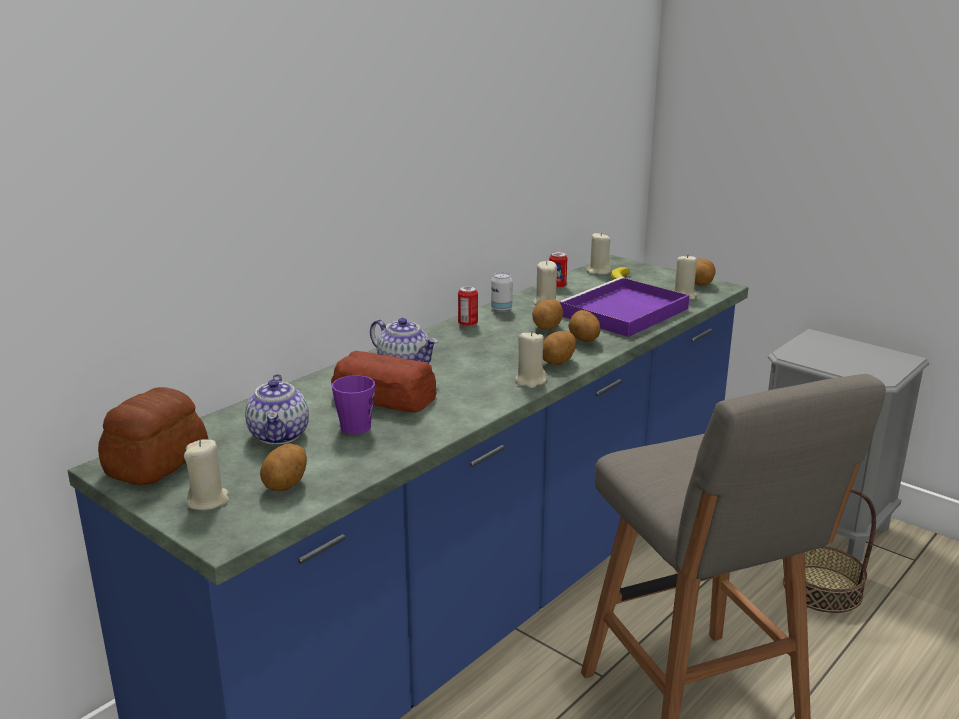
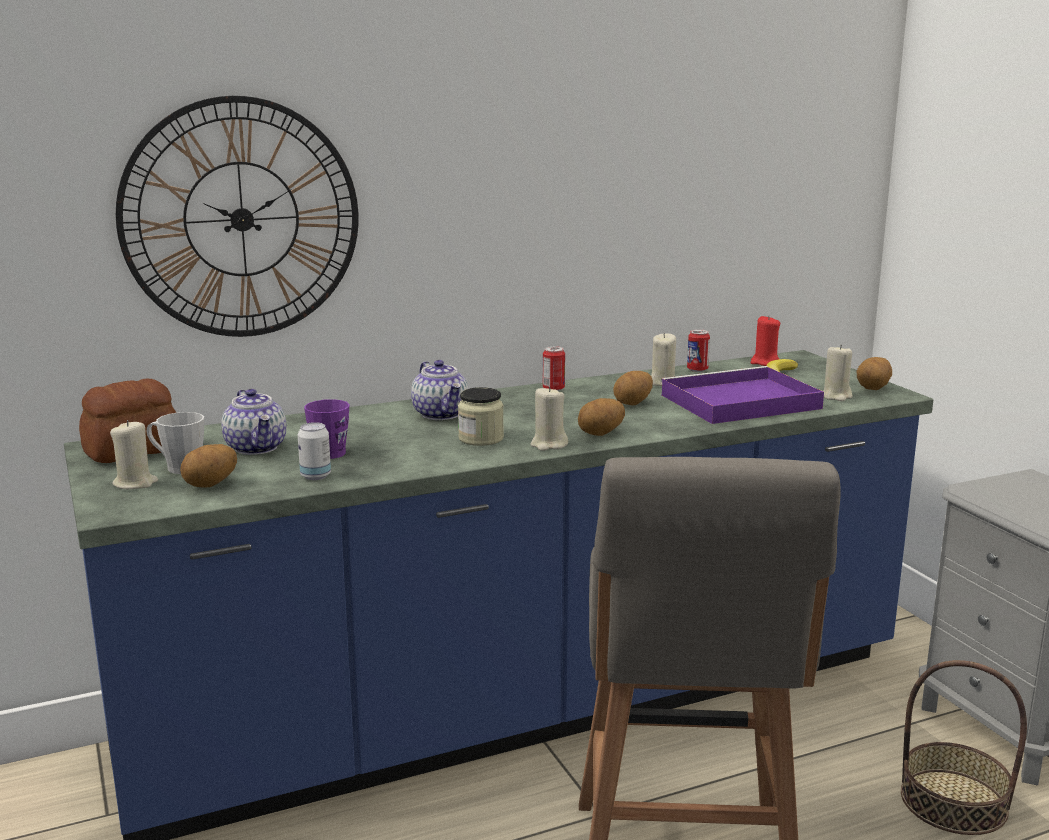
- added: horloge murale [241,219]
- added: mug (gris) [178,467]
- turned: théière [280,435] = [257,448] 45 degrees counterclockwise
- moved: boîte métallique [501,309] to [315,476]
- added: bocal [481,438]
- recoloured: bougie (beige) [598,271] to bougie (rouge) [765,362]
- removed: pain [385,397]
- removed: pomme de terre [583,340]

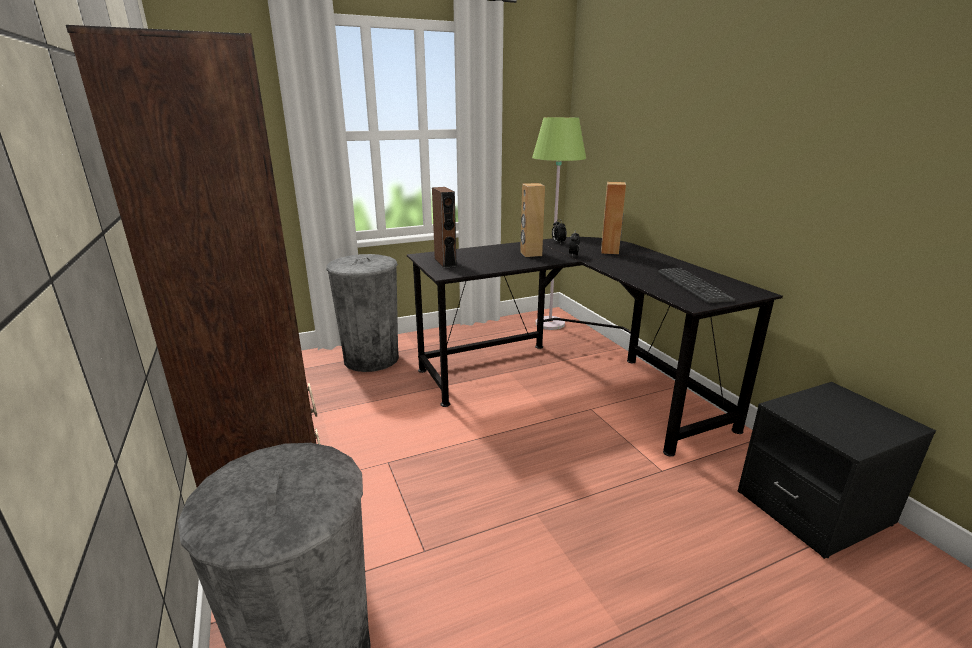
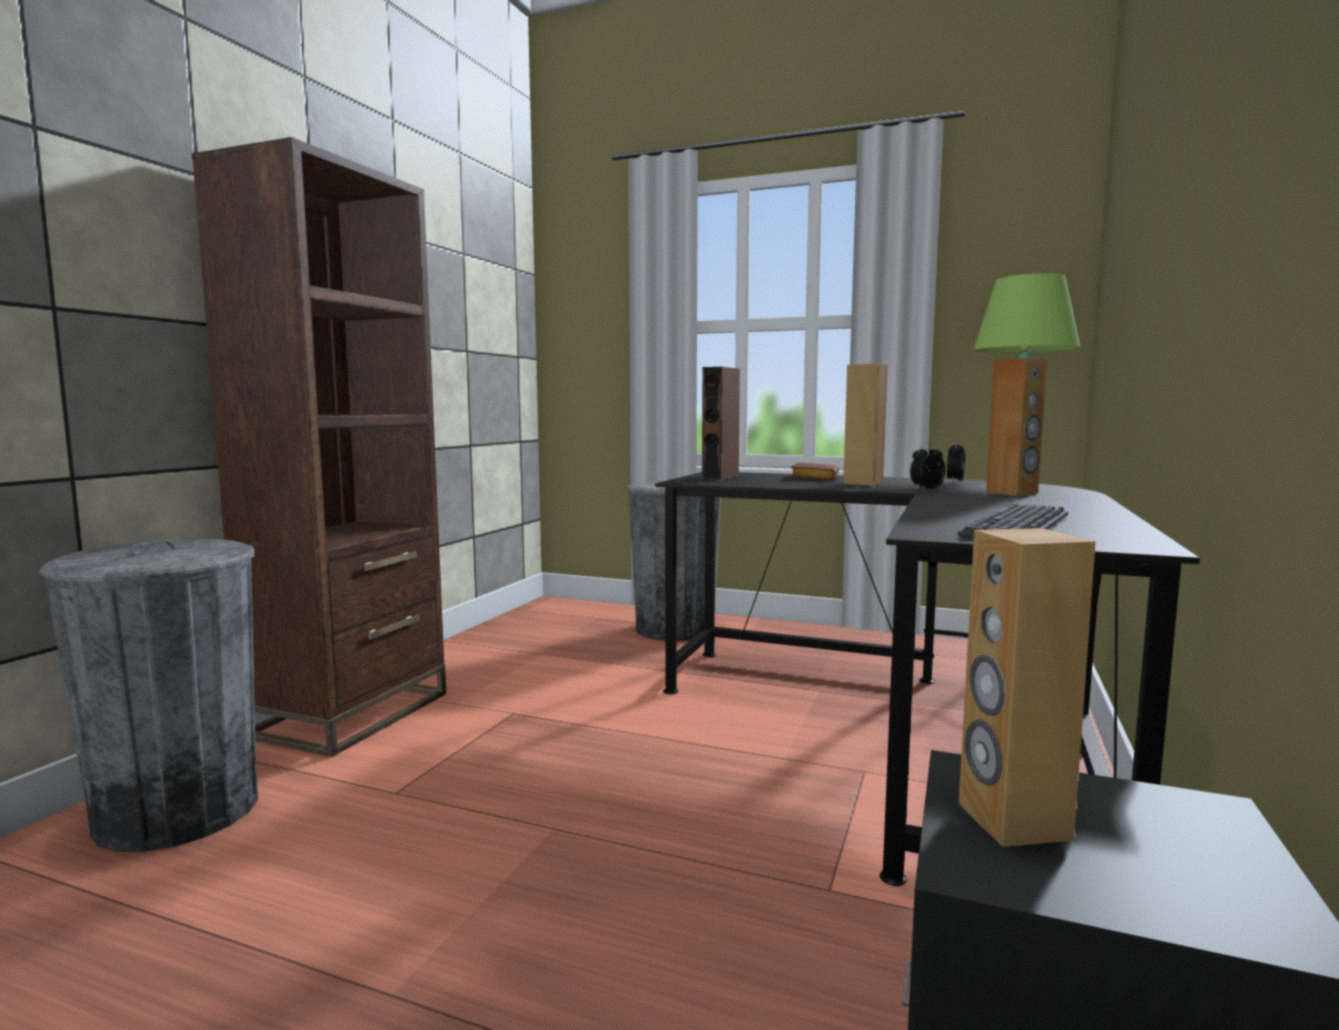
- added: livre (marron) [812,477]
- added: enceinte (marron) [1012,821]

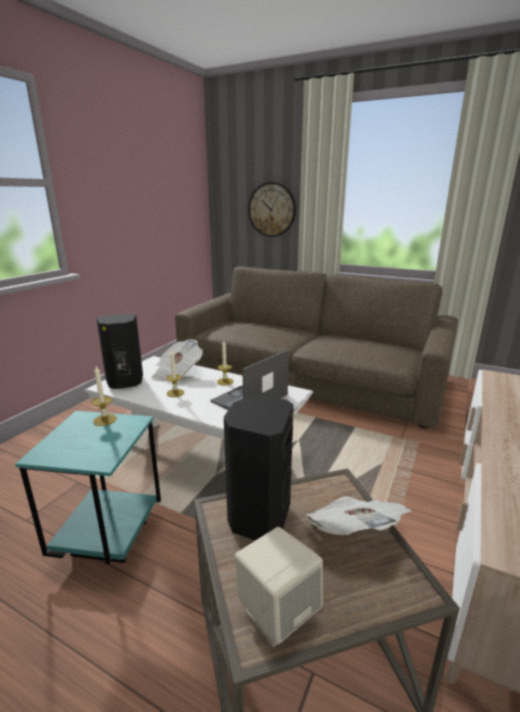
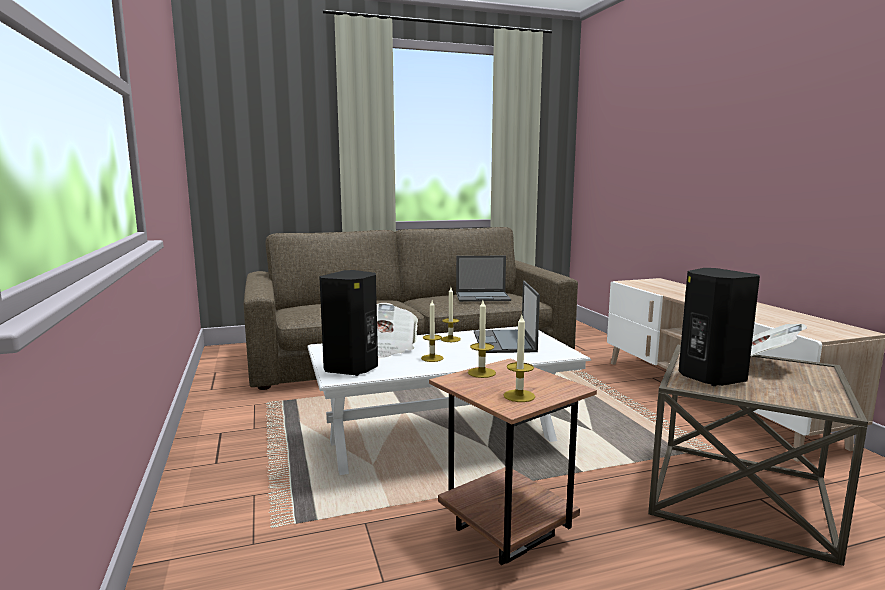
- recoloured: table d'appoint (turquoise) [108,539] to table d'appoint (marron) [504,534]
- added: ordinateur portable [483,297]
- added: bougie [519,396]
- removed: enceinte (beige) [277,611]
- removed: horloge murale [272,209]

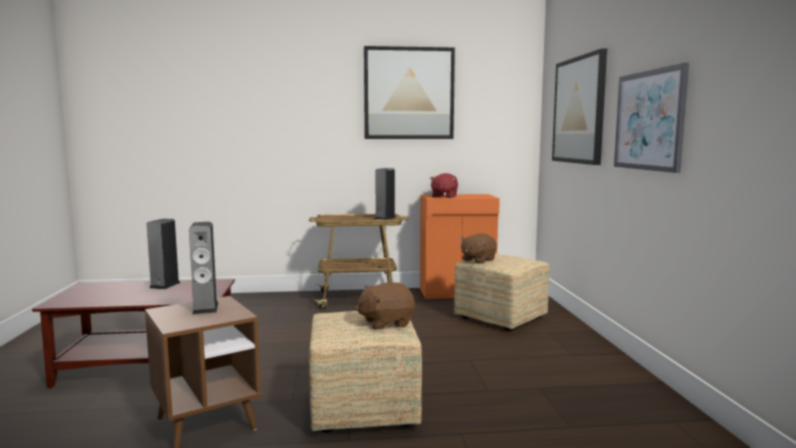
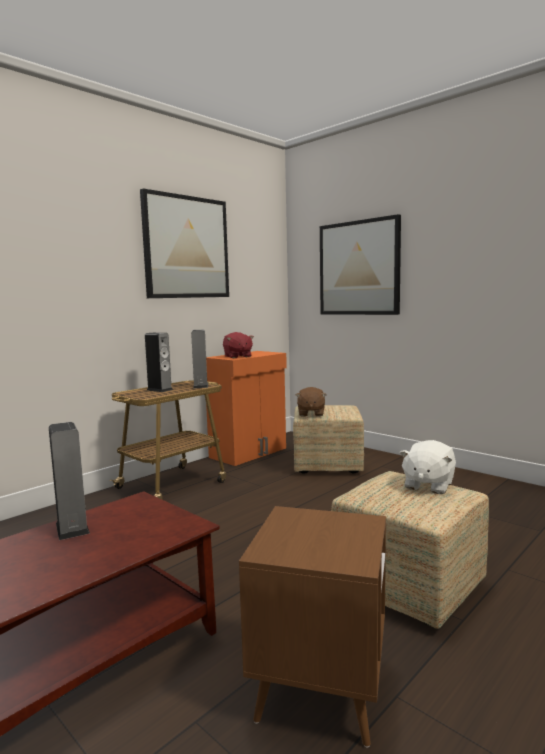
- moved: enceinte [205,308] to [159,390]
- recoloured: peluche (marron) [386,323] to peluche (blanc) [428,485]
- removed: tableau [649,120]

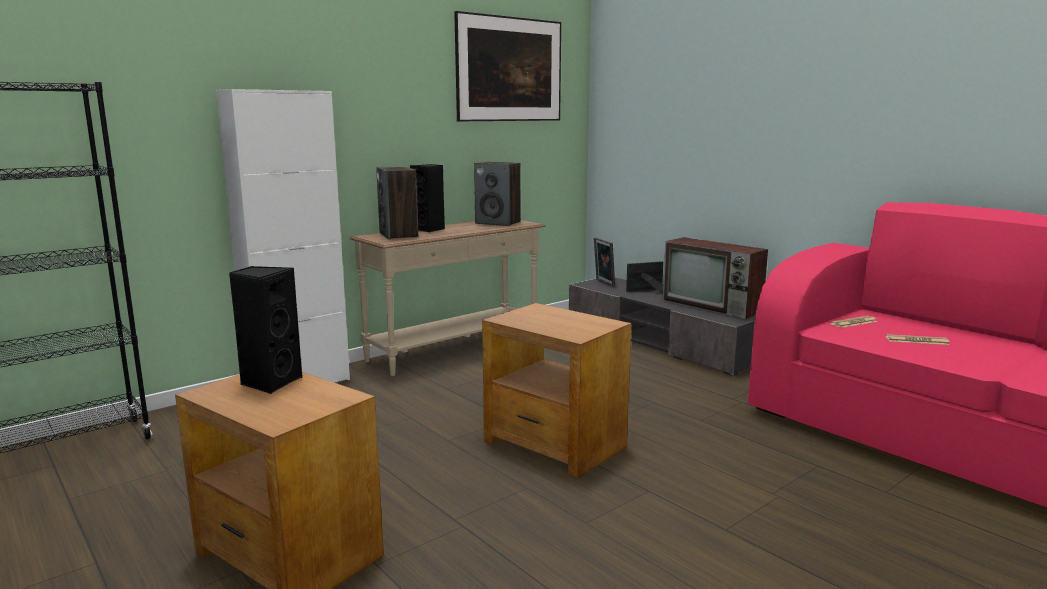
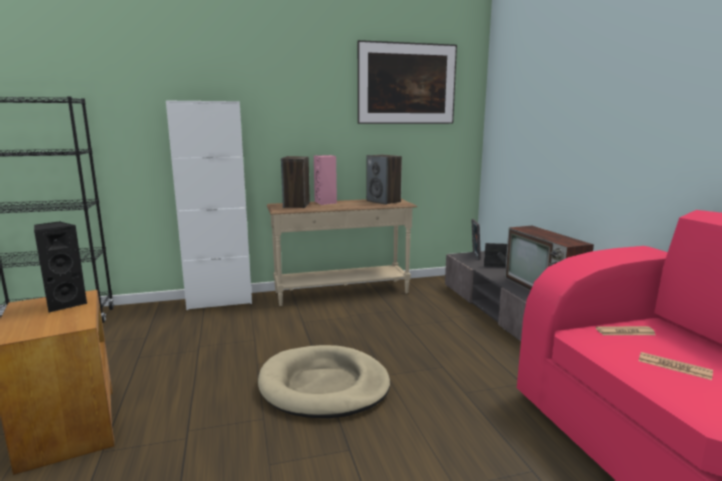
- replaced: table d'appoint (marron) [555,444] to panier pour chien (beige) [324,386]
- recoloured: enceinte (noir) [429,229] to enceinte (rose) [326,203]

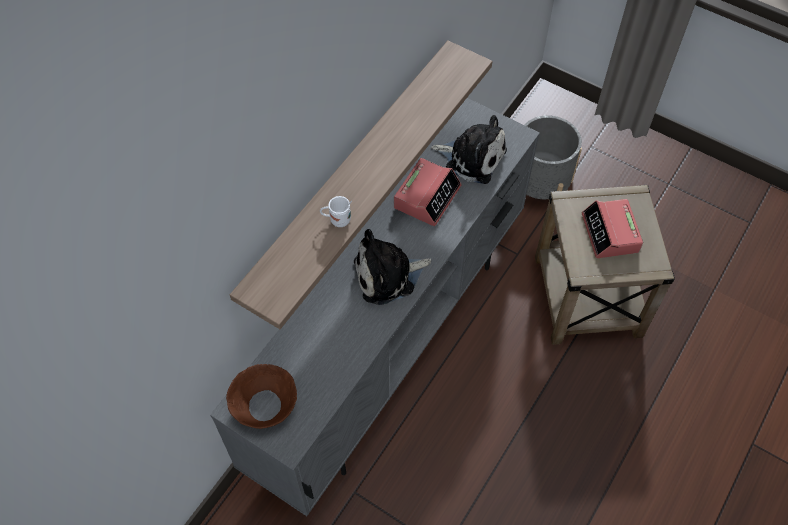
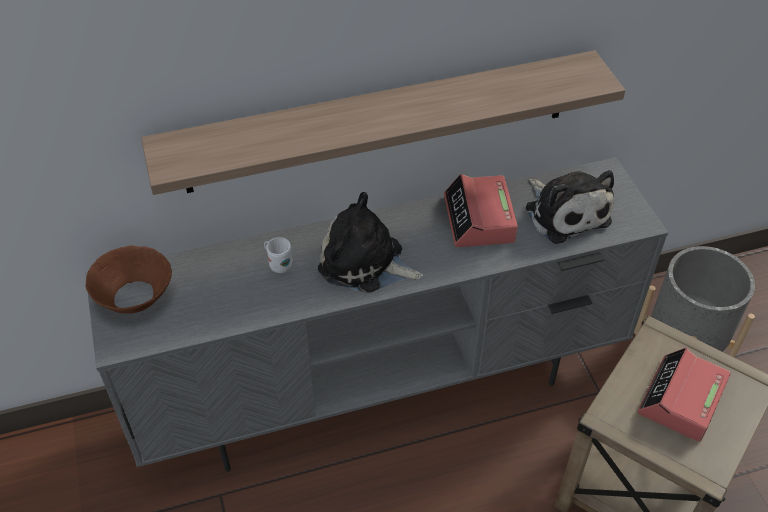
- moved: mug (blanc) [337,220] to [278,264]
- turned: réveil [427,197] = [479,219] 105 degrees clockwise

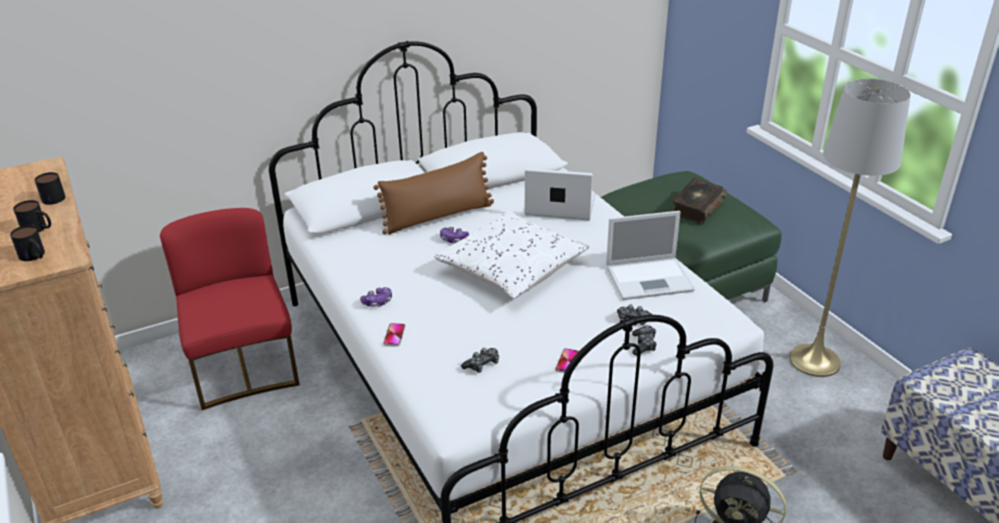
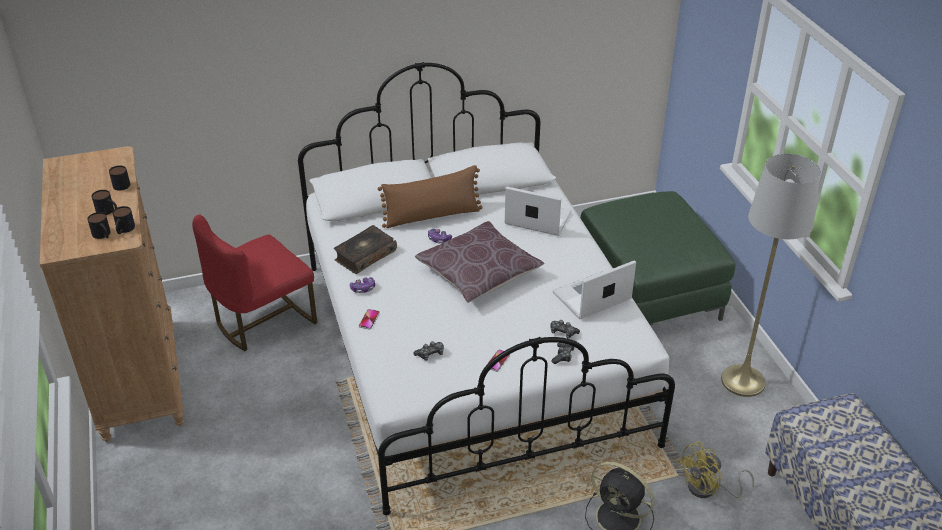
- added: mug [124,230]
- turned: chaise (rouge) [244,368] = [263,320] 120 degrees counterclockwise
- moved: livre [696,208] to [365,255]
- recoloured: coussin (blanc) [512,269] to coussin (marron) [479,273]
- turned: ordinateur portable [650,278] = [590,297] 150 degrees clockwise
- added: ventilateur (jaune) [708,489]

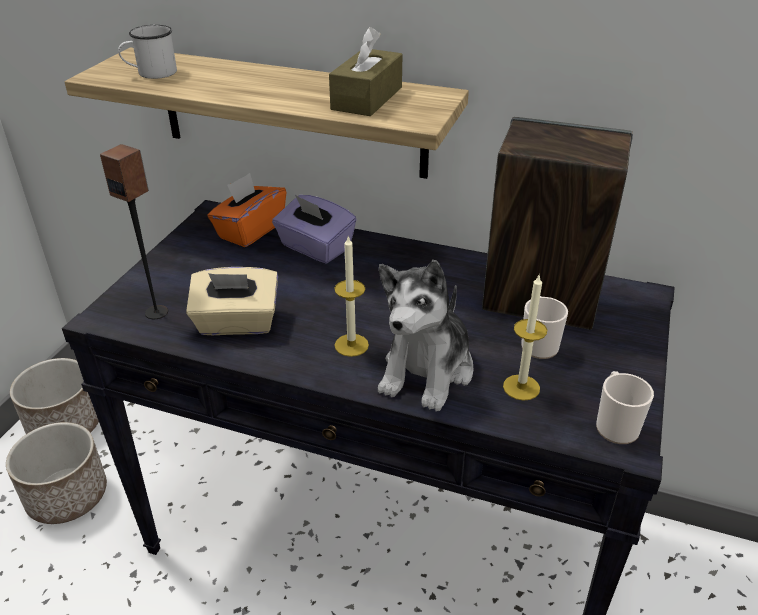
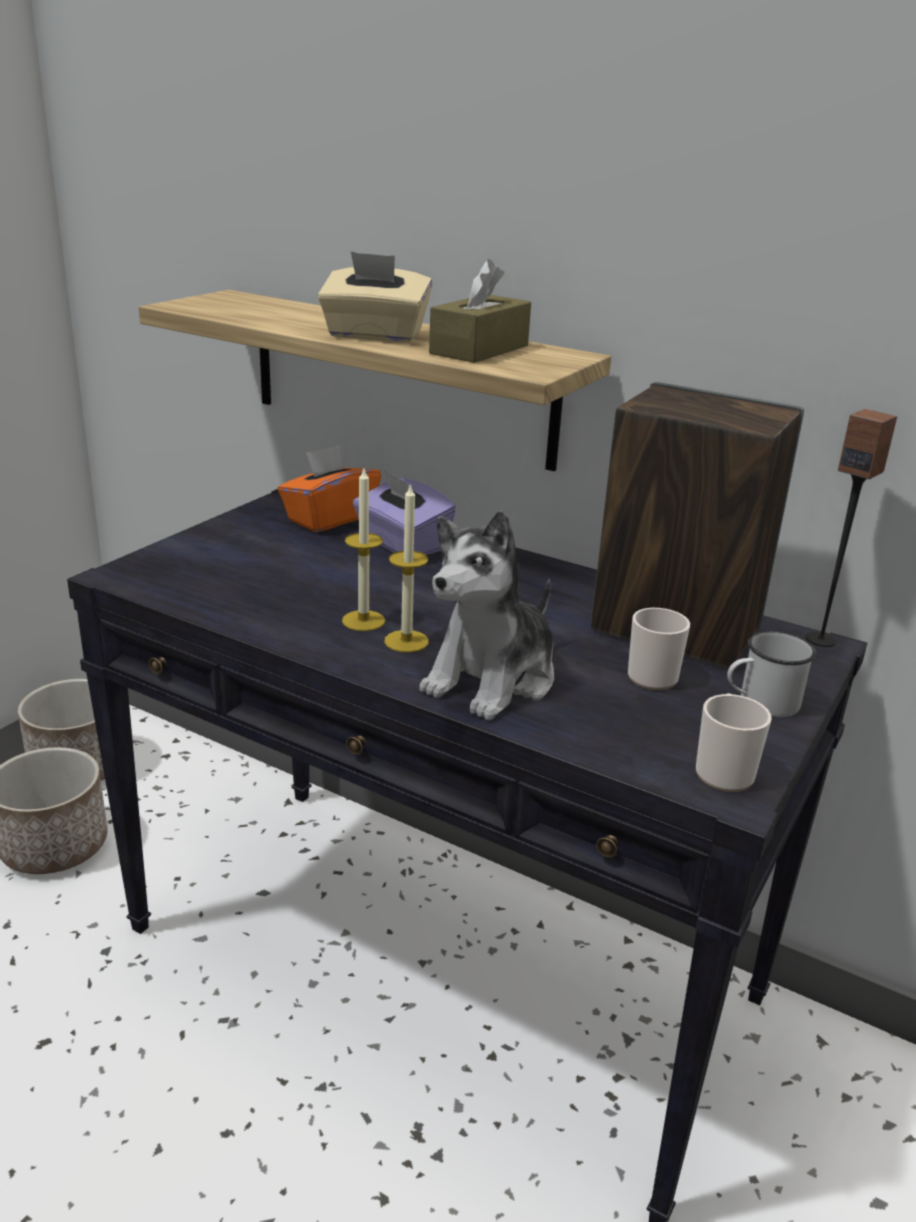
- moved: boîte à mouchoirs (beige) [237,323] to [375,335]
- moved: bougie [521,387] to [363,621]
- moved: mug (blanc) [151,73] to [760,703]
- moved: enceinte [157,312] to [821,639]

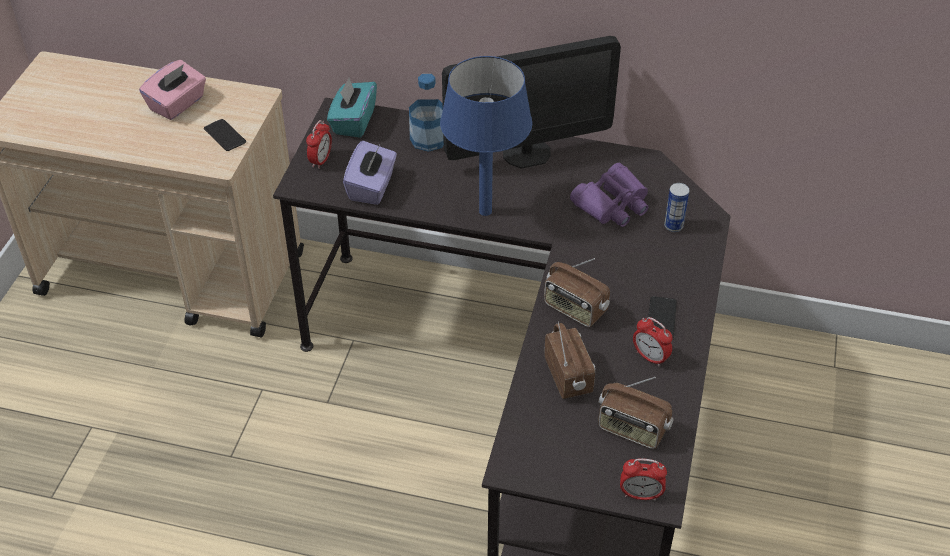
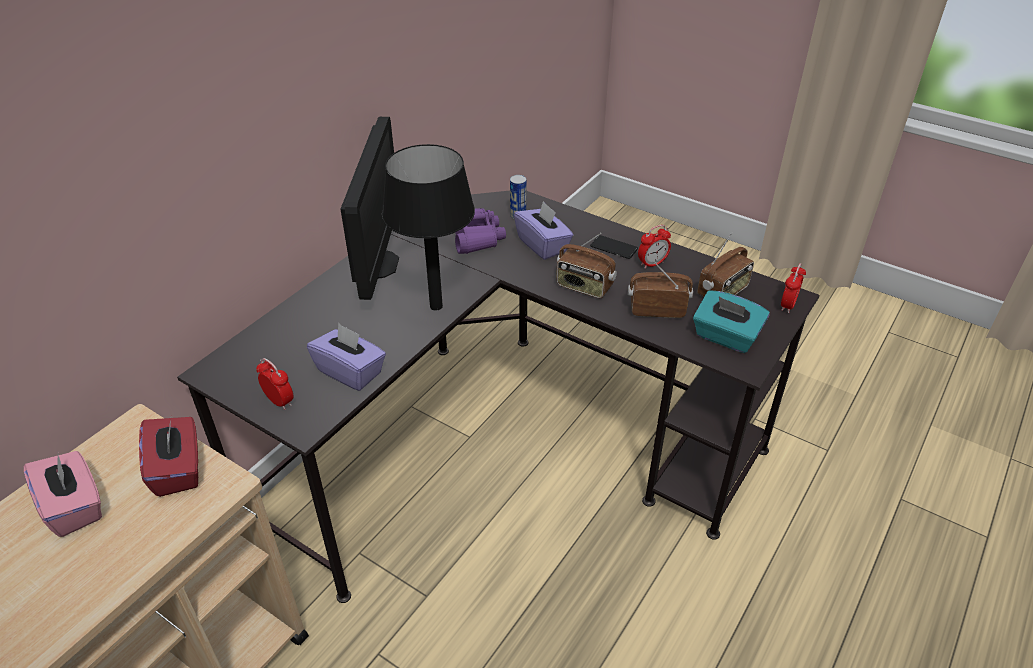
- replaced: téléphone [225,136] to boîte à mouchoirs (rouge) [178,469]
- recoloured: lampe de table (bleu) [486,211] to lampe de table (noir) [436,306]
- added: boîte à mouchoirs (violet) [543,245]
- turned: radio [574,309] = [584,287] 60 degrees clockwise
- moved: boîte à mouchoirs (turquoise) [353,122] to [725,337]
- removed: bouteille [428,139]

